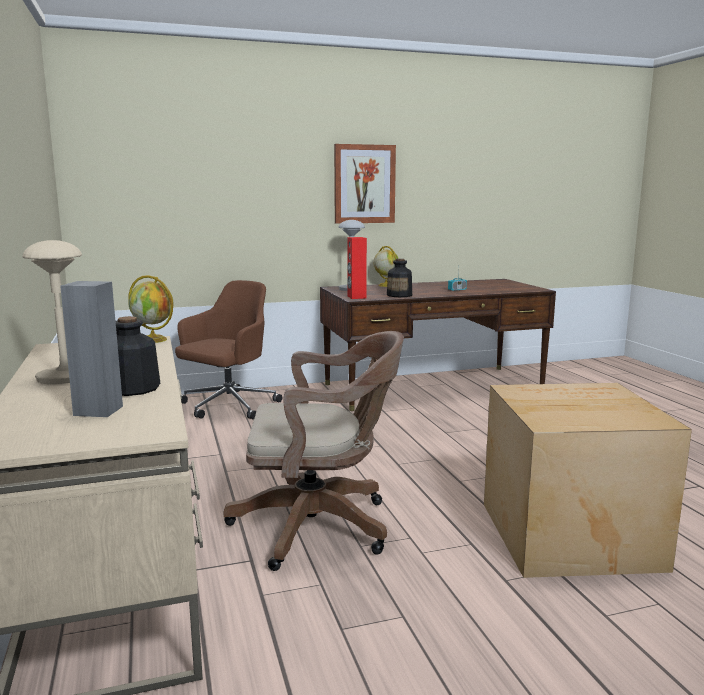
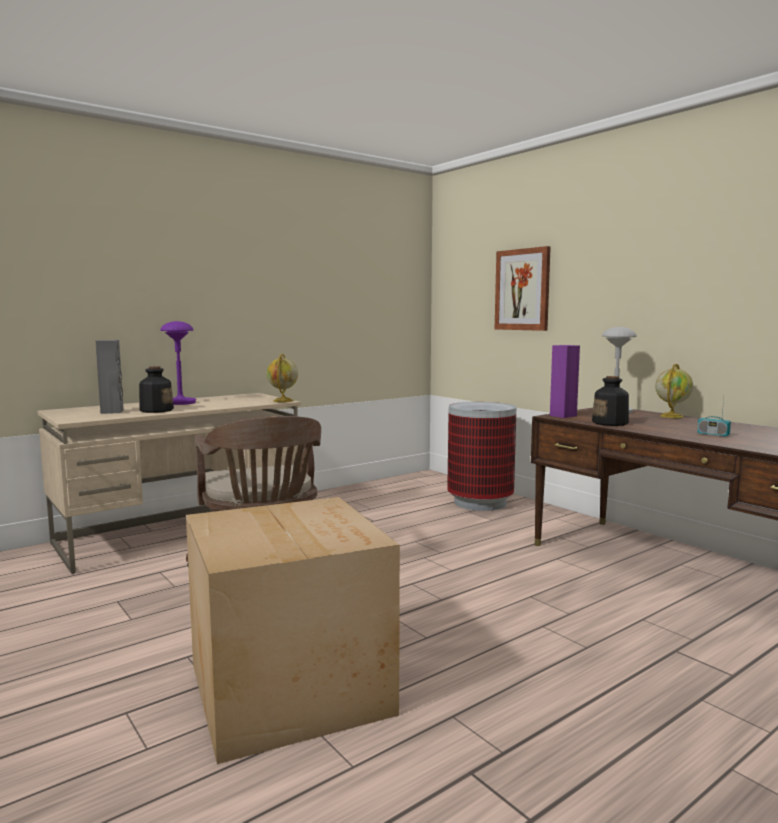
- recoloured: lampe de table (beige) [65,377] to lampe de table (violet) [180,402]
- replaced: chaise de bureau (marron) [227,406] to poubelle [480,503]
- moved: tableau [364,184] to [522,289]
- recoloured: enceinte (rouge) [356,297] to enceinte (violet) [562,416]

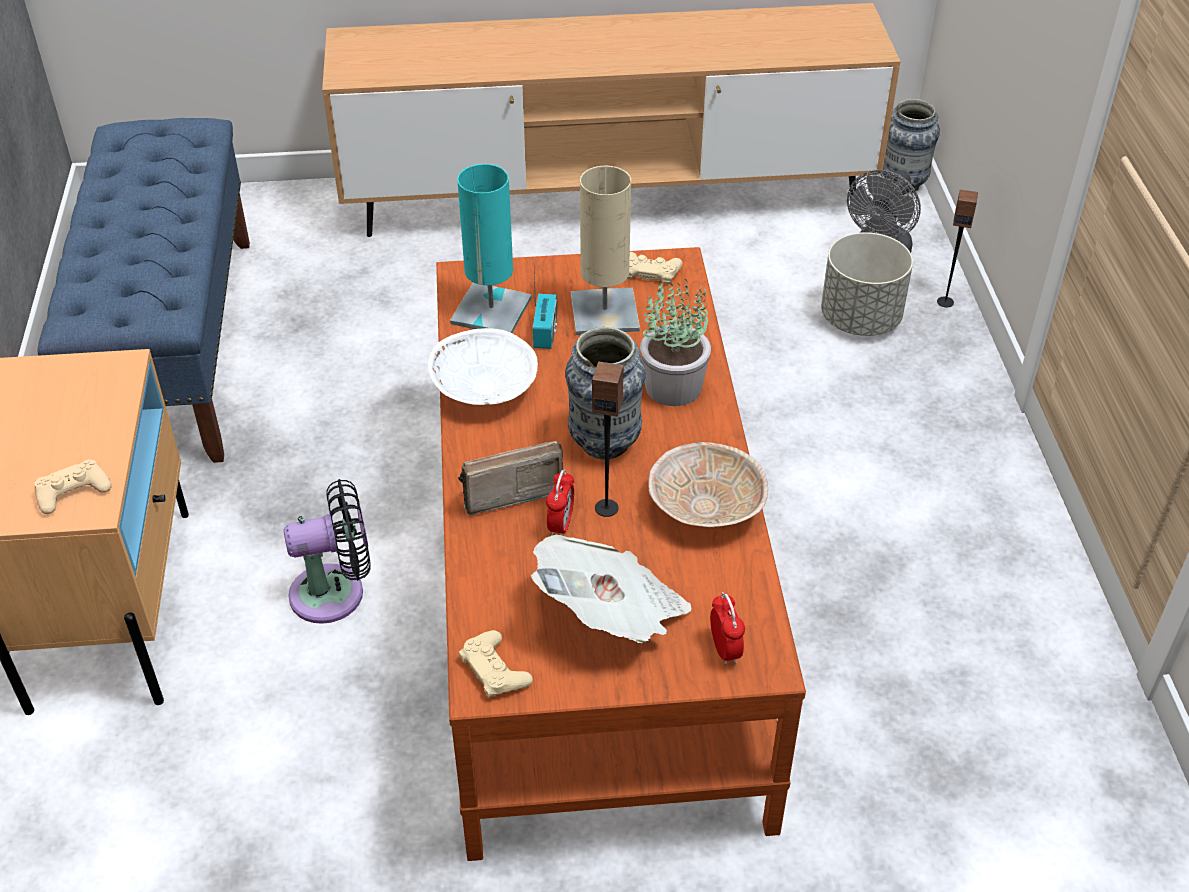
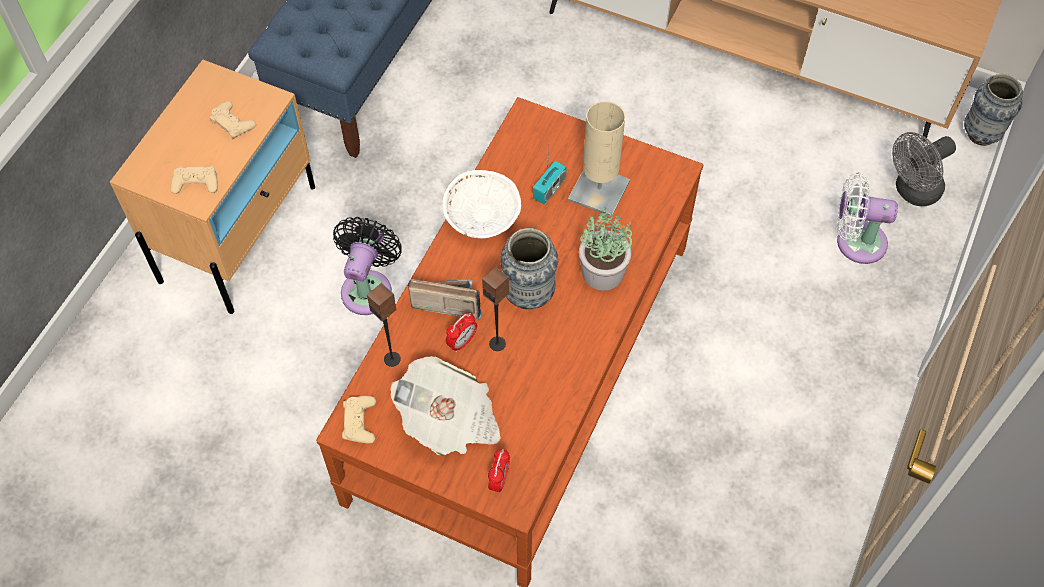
- moved: manette (beige) [650,272] to [233,123]
- turned: ventilateur (noir) [335,592] = [368,287] 90 degrees counterclockwise
- moved: enceinte [945,302] to [392,359]
- replaced: cache-pot (gris) [861,319] to ventilateur (blanc) [855,241]
- removed: lampe de table (turquoise) [491,311]
- removed: bol (beige) [705,505]

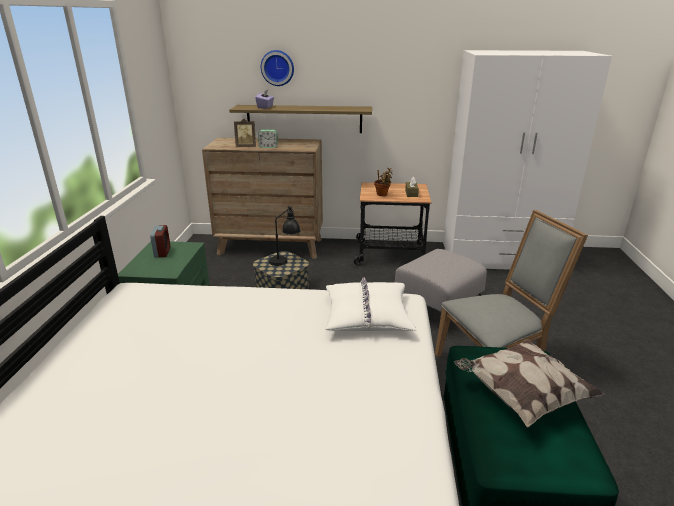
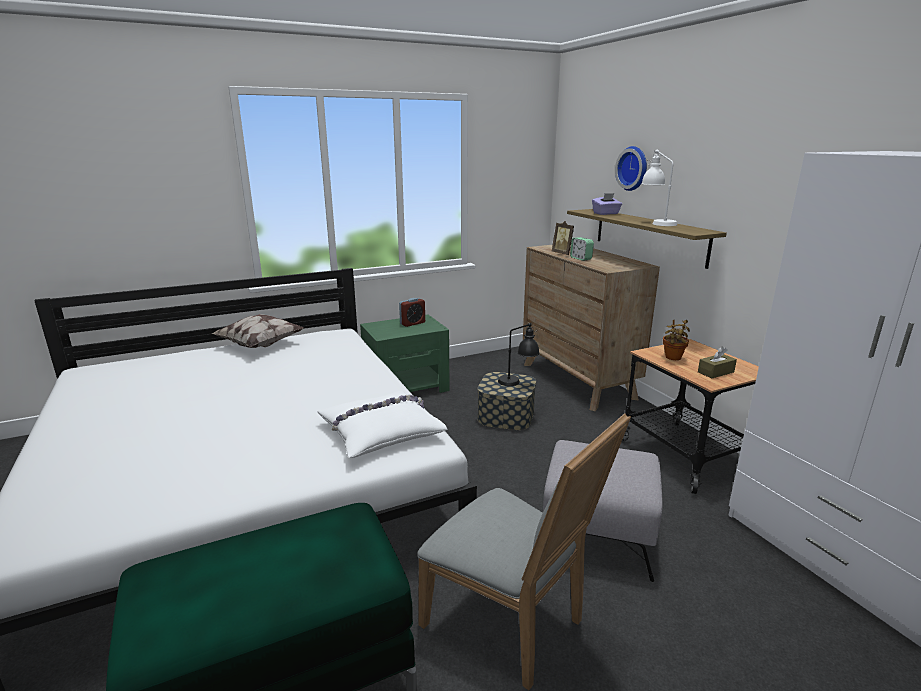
- moved: coussin [521,395] to [261,344]
- added: lampe de table (blanc) [656,223]

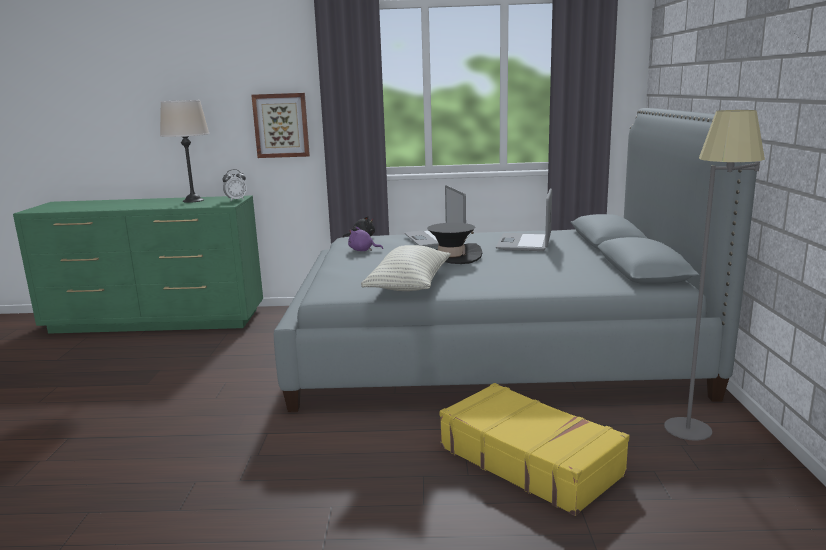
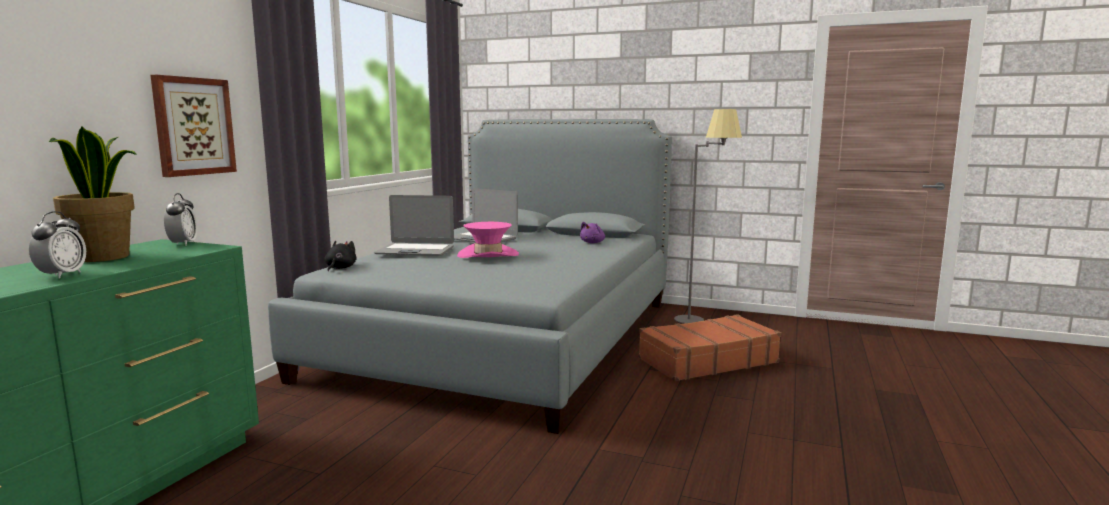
- added: réveil [62,275]
- replaced: lampe de table (beige) [193,200] to plante en pot [103,257]
- recoloured: chapeau (noir) [451,257] to chapeau (rose) [488,255]
- moved: peluche (violet) [363,250] to [593,242]
- recoloured: valise (jaune) [529,460] to valise (marron) [707,361]
- removed: coussin [409,285]

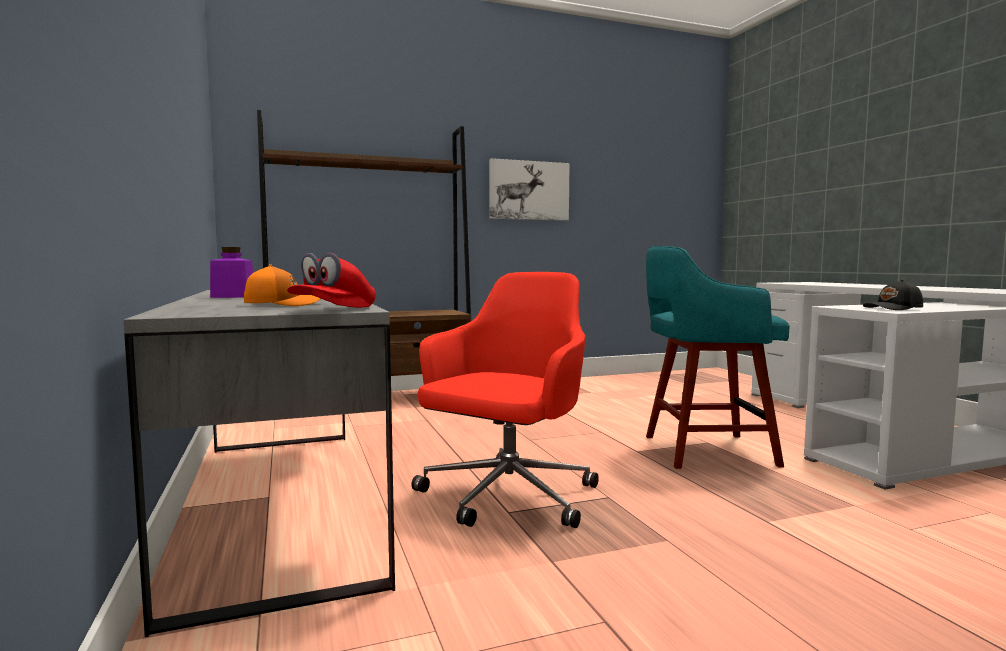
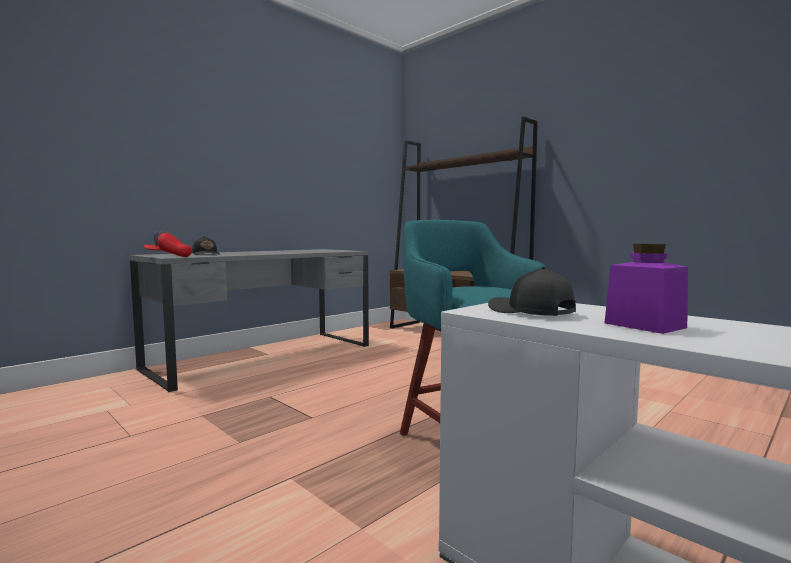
- recoloured: casquette (orange) [283,304] to casquette (noir) [206,254]
- moved: bocal (violet) [233,296] to [644,325]
- removed: chaise de bureau (rouge) [506,497]
- removed: tableau [528,190]

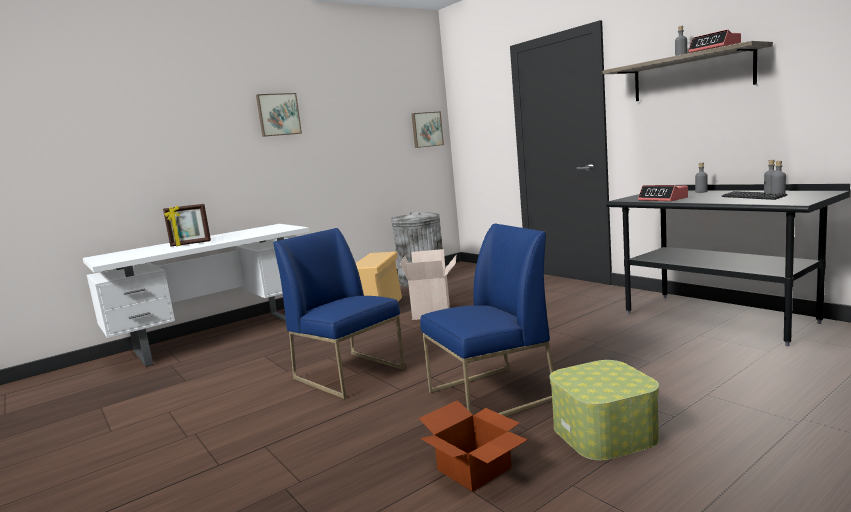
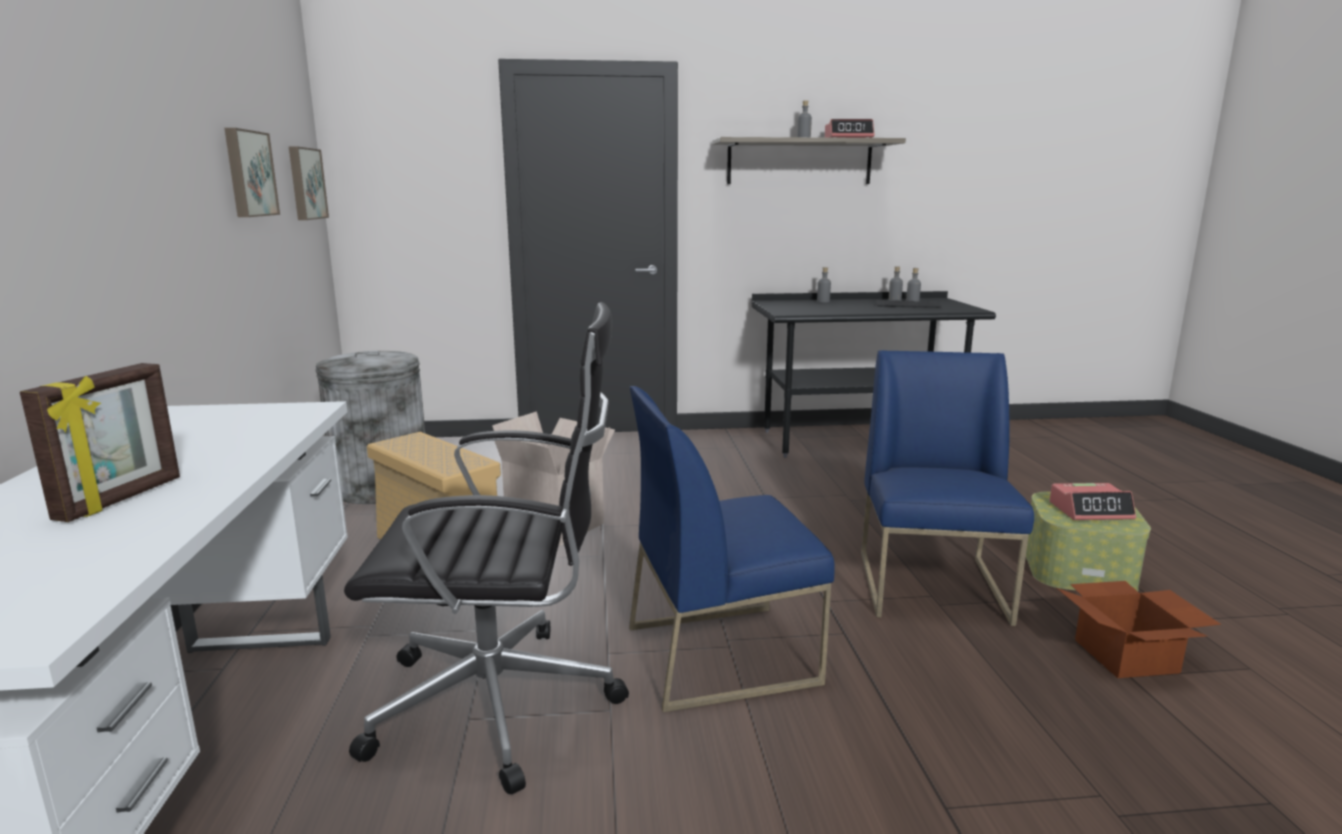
- moved: tableau [278,114] to [248,173]
- added: chaise de bureau (noir) [503,704]
- moved: réveil [663,199] to [1091,511]

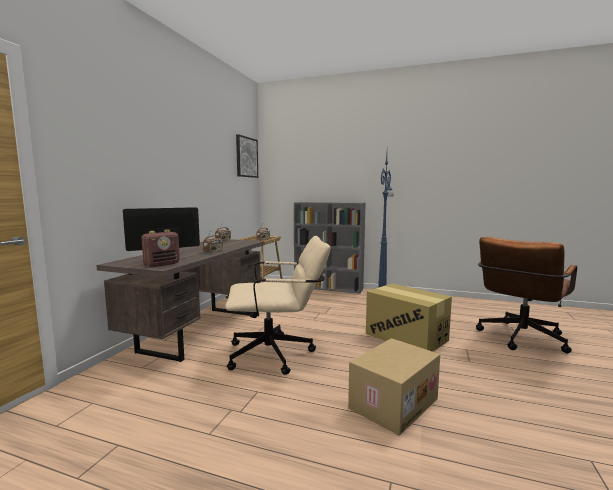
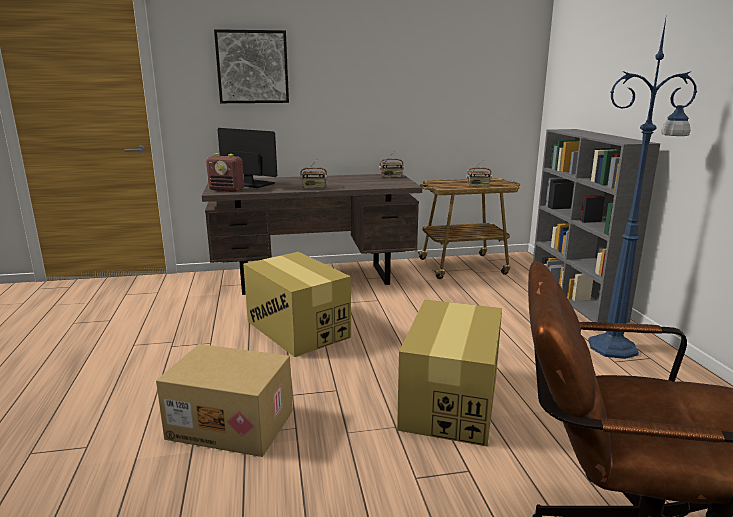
- moved: tableau [246,157] to [252,67]
- replaced: chaise de bureau (beige) [278,354] to carton [298,329]

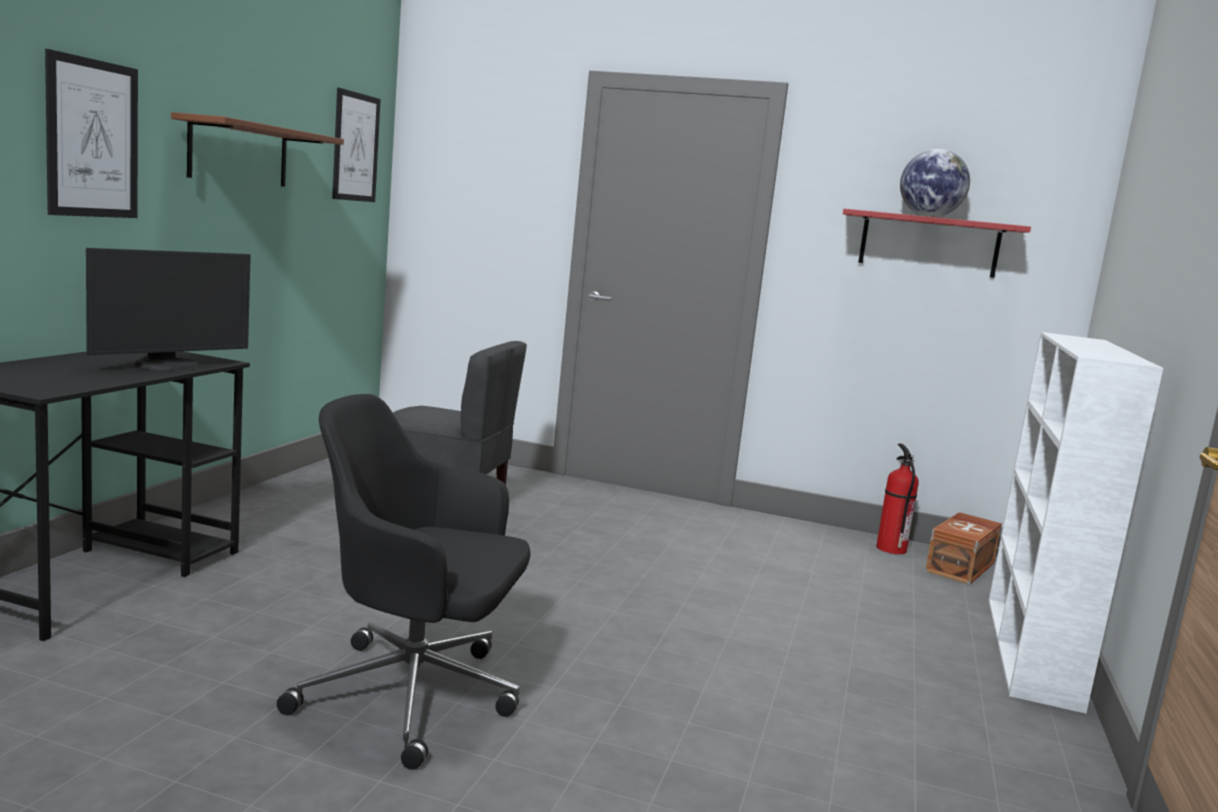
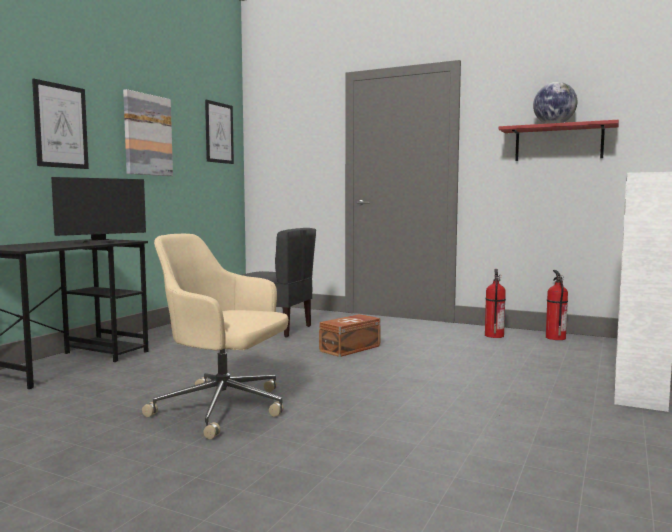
- replaced: étagère (marron) [239,153] to tableau [147,135]
- recoloured: chaise de bureau (noir) [414,696] to chaise de bureau (beige) [224,408]
- moved: boîte de rangement (marron) [962,567] to [351,348]
- added: extincteur [493,335]

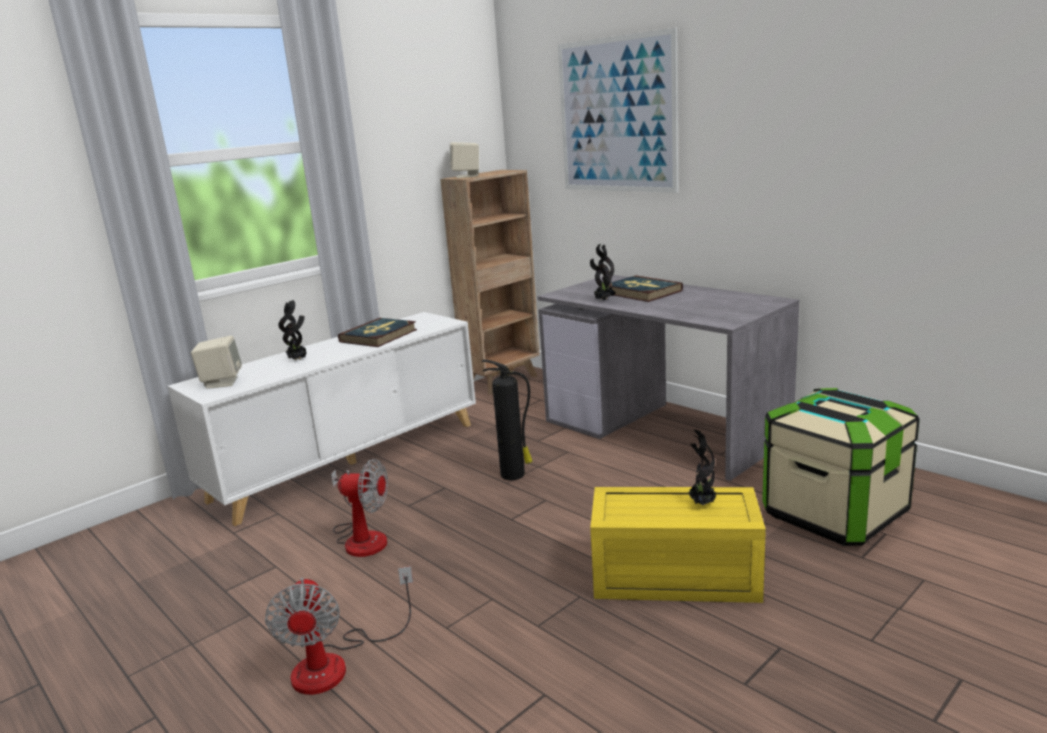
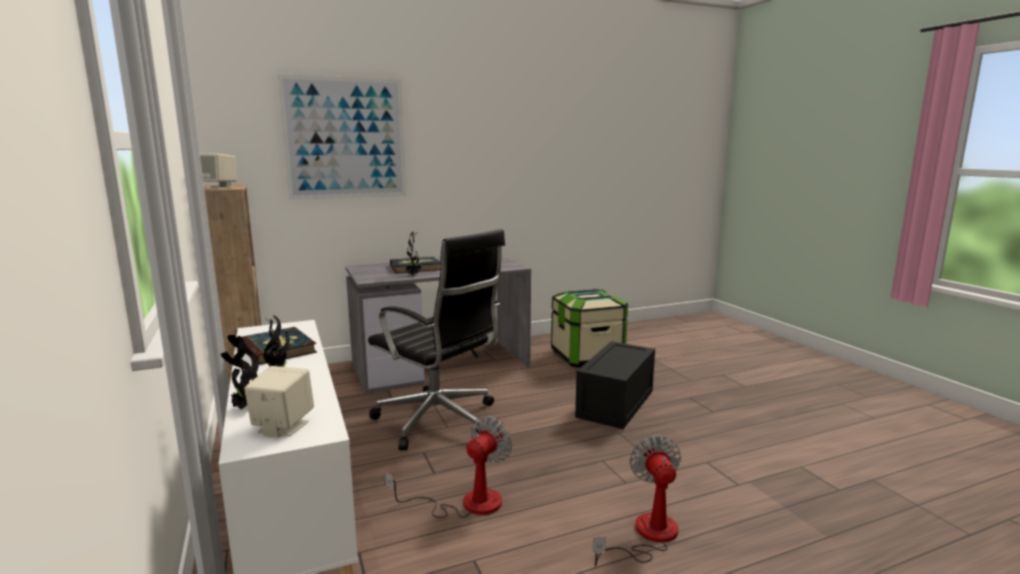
- moved: plante en pot [701,504] to [245,408]
- replaced: extincteur [514,475] to chaise de bureau (noir) [439,421]
- recoloured: boîte de rangement (jaune) [672,577] to boîte de rangement (noir) [616,404]
- turned: ventilateur [336,663] = [646,536] 105 degrees counterclockwise

